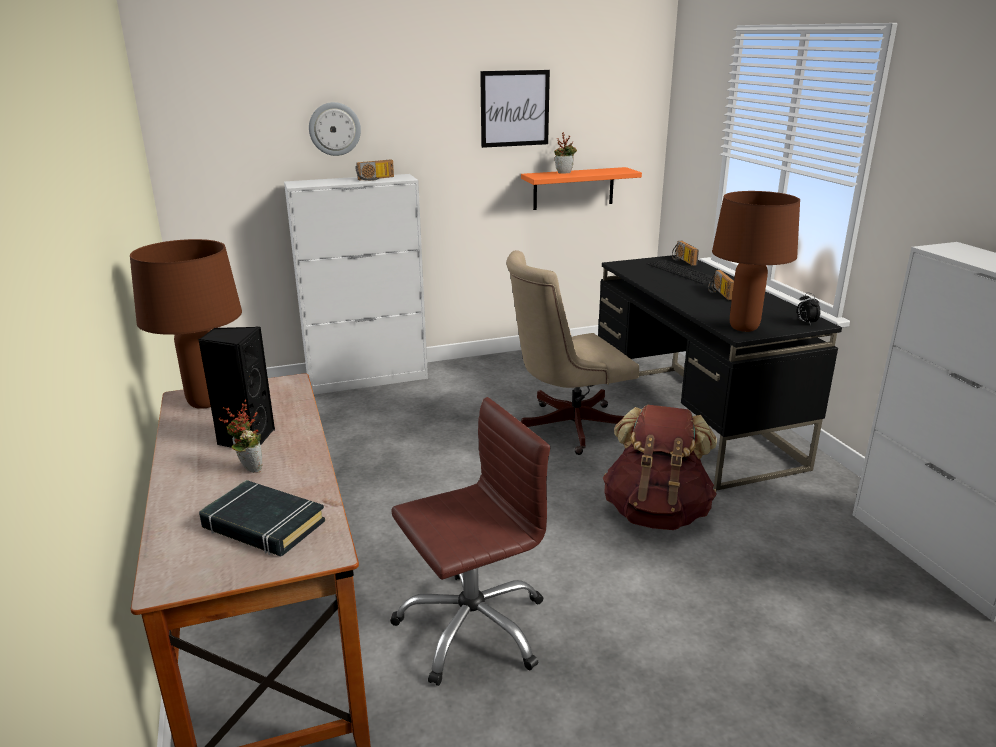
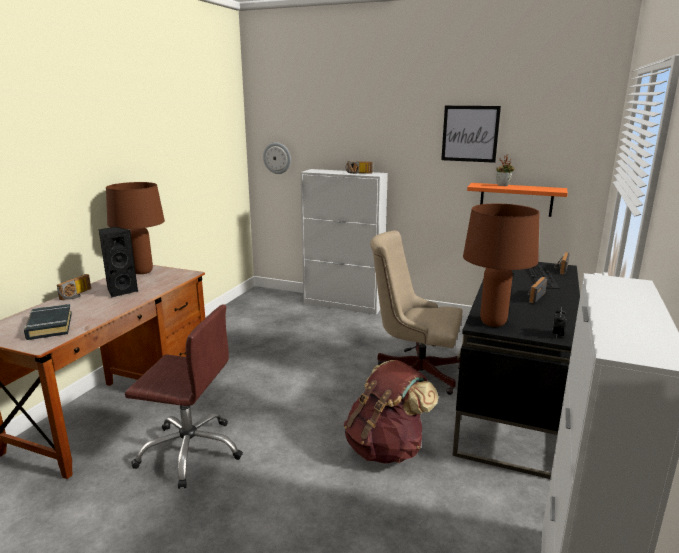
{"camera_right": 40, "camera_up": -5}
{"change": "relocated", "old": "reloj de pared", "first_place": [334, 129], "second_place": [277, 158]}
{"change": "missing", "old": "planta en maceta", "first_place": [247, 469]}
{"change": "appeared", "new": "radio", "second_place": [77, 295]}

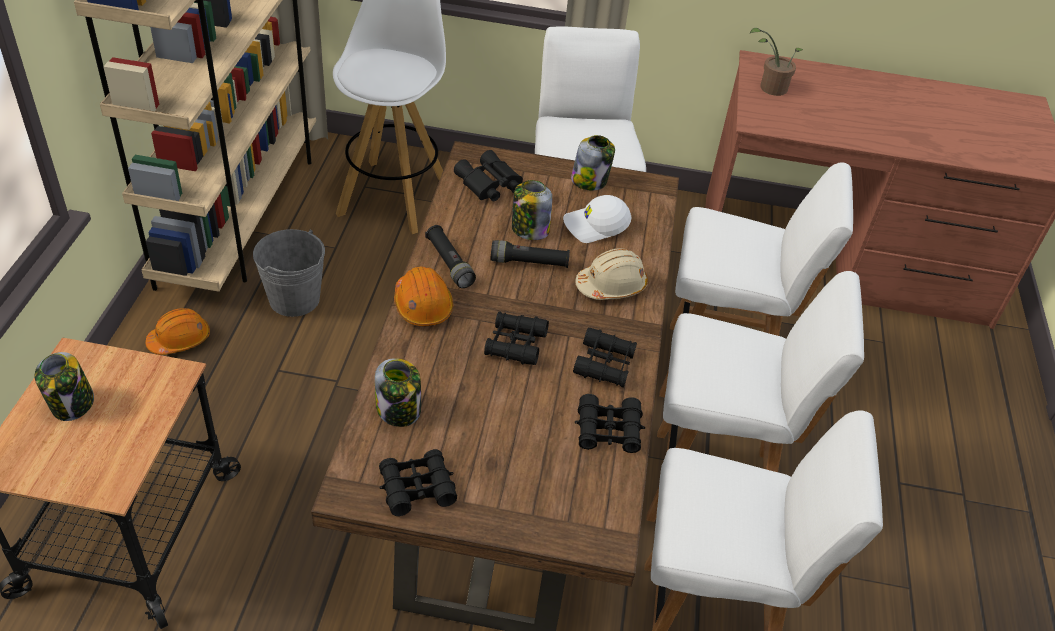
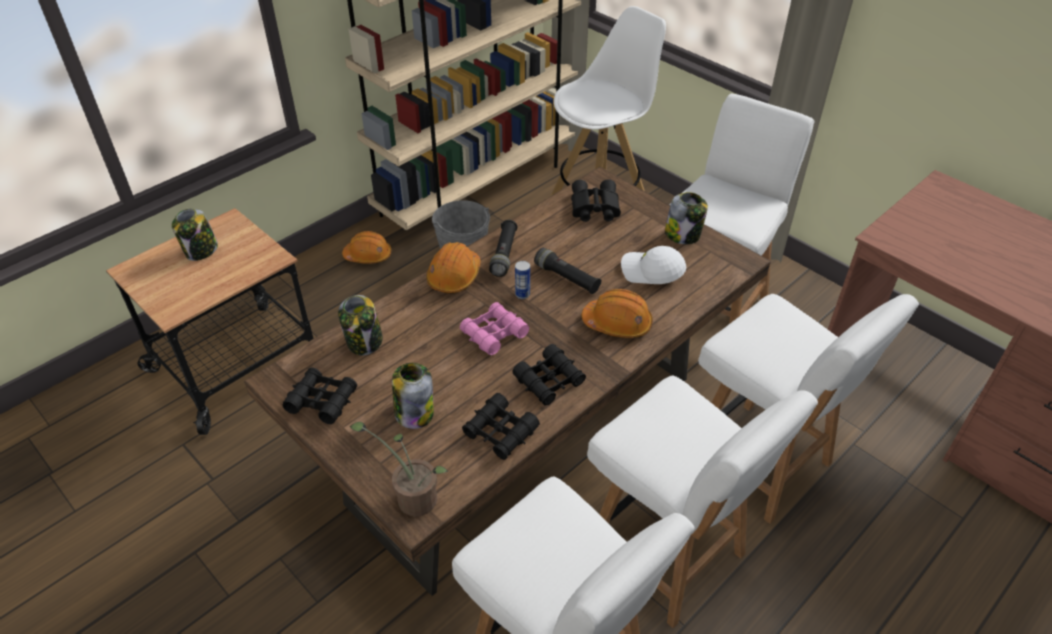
{"camera_right": 40, "camera_up": 0}
{"change": "relocated", "old": "planta en maceta", "first_place": [769, 87], "second_place": [412, 496]}
{"change": "relocated", "old": "tarro", "first_place": [529, 230], "second_place": [414, 412]}
{"change": "colour", "old": "casco [beis]", "new": "casco [naranja]", "first_place": [611, 286], "second_place": [617, 323]}
{"change": "colour", "old": "prismáticos [negro]", "new": "prismáticos [rosa]", "first_place": [515, 344], "second_place": [494, 334]}
{"change": "appeared", "new": "lata", "second_place": [522, 294]}

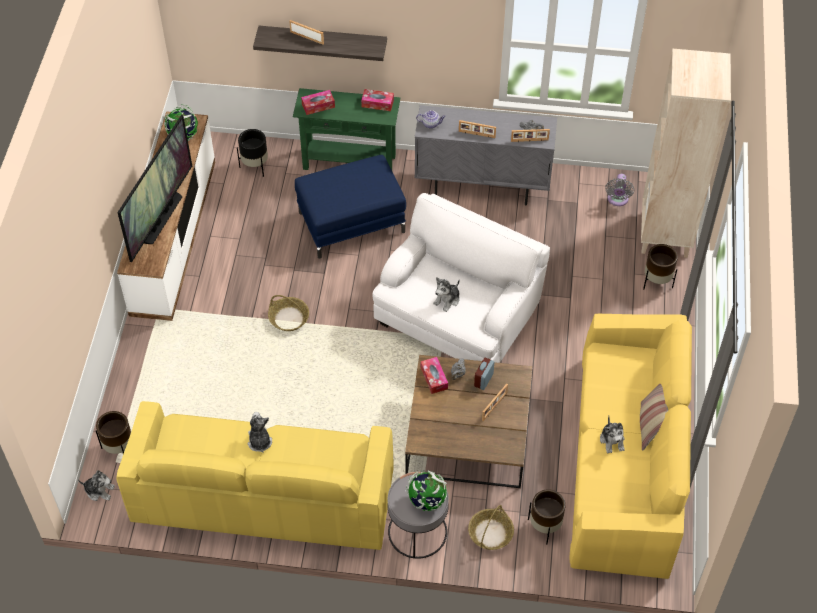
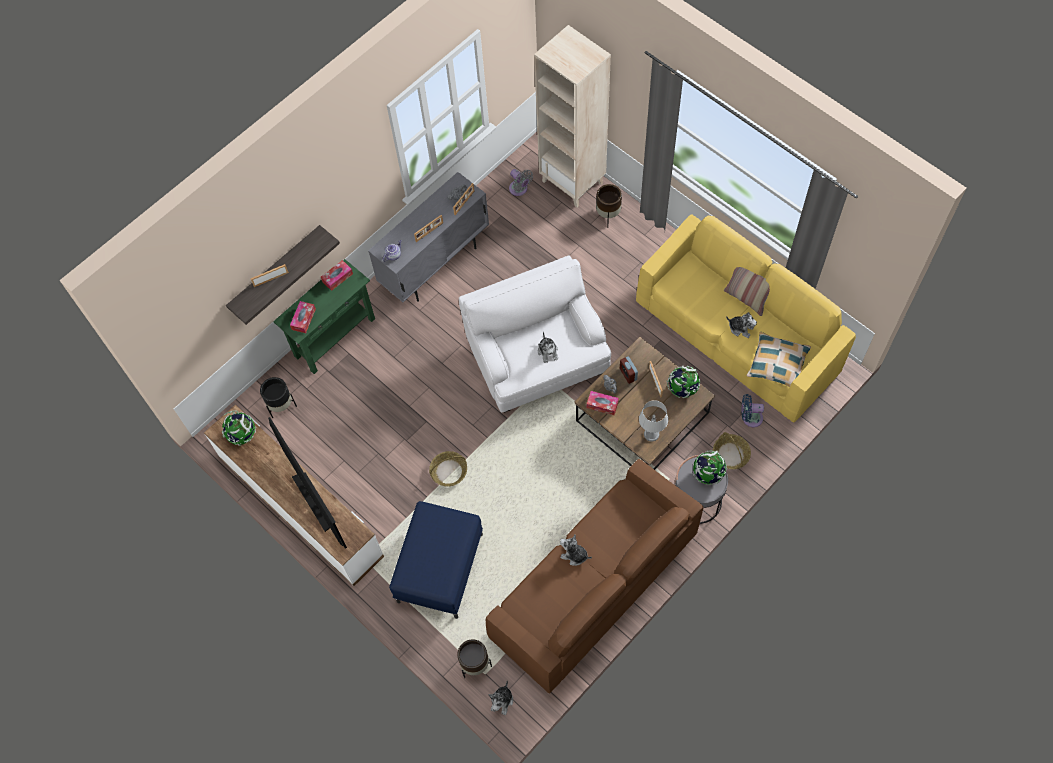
{"camera_right": -50, "camera_up": 10}
{"change": "relocated", "old": "puf [azul]", "first_place": [351, 223], "second_place": [440, 568]}
{"change": "colour", "old": "sofá [amarillo]", "new": "sofá [marrón]", "first_place": [263, 496], "second_place": [593, 585]}
{"change": "spun", "old": "peluche", "first_place": [99, 490], "second_place": [502, 701], "degrees": 150}
{"change": "exchanged", "old": "maceta [marrón]", "new": "ventilador [azul]", "first_place": [544, 527], "second_place": [750, 418]}
{"change": "appeared", "new": "cojín", "second_place": [777, 364]}
{"change": "appeared", "new": "globo terráqueo", "second_place": [682, 389]}
{"change": "appeared", "new": "lámpara de mesa [gris]", "second_place": [651, 434]}

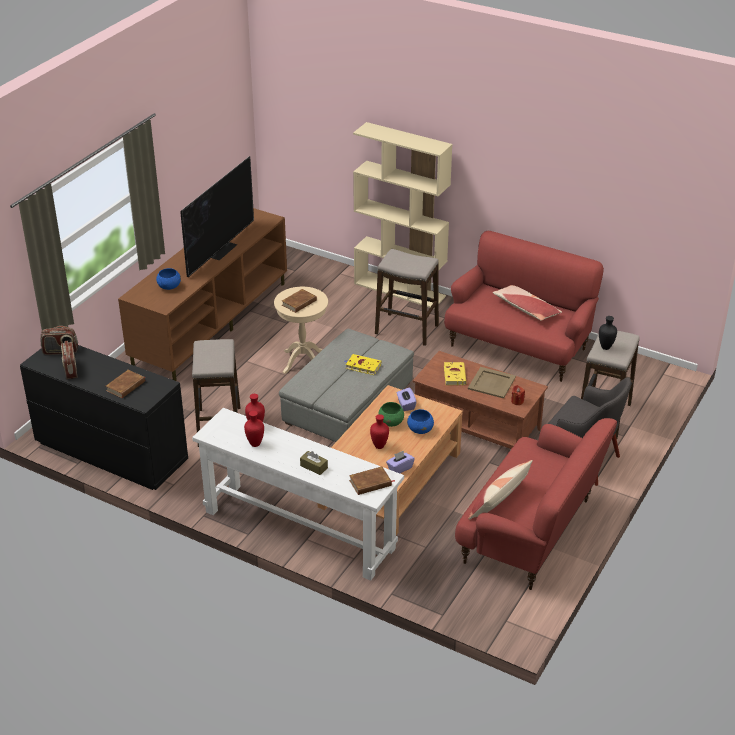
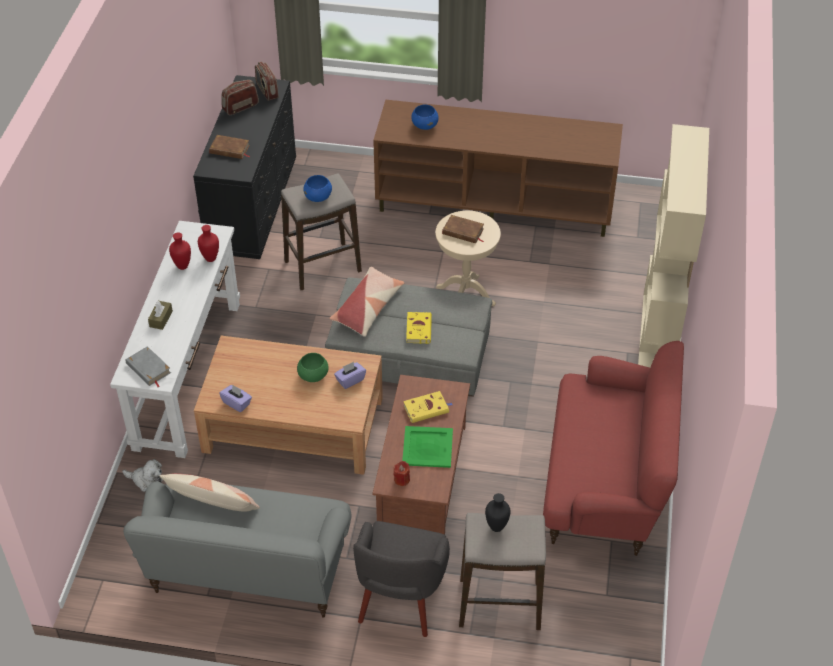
{"camera_right": 70, "camera_up": 10}
{"change": "missing", "old": "televisor", "first_place": [221, 249]}
{"change": "missing", "old": "taburete", "first_place": [406, 329]}
{"change": "relocated", "old": "cojín", "first_place": [525, 309], "second_place": [368, 307]}
{"change": "colour", "old": "bandeja [beis]", "new": "bandeja [verde]", "first_place": [491, 383], "second_place": [427, 447]}
{"change": "relocated", "old": "cuenco [azul]", "first_place": [420, 430], "second_place": [318, 197]}
{"change": "missing", "old": "florero [rojo]", "first_place": [379, 446]}
{"change": "colour", "old": "sofá [rojo]", "new": "sofá [gris]", "first_place": [530, 533], "second_place": [249, 572]}
{"change": "colour", "old": "libro [marrón]", "new": "libro [gris]", "first_place": [370, 483], "second_place": [148, 369]}
{"change": "appeared", "new": "peluche", "second_place": [146, 480]}

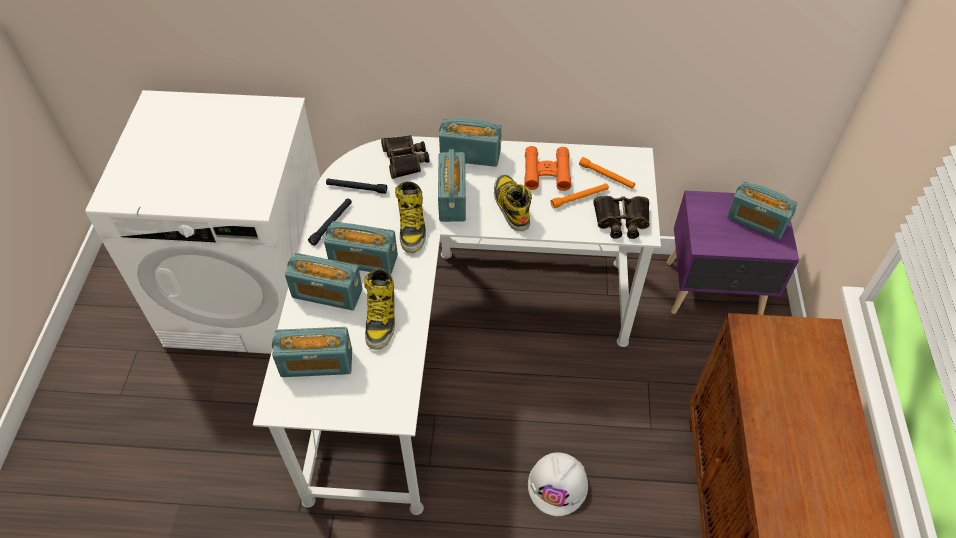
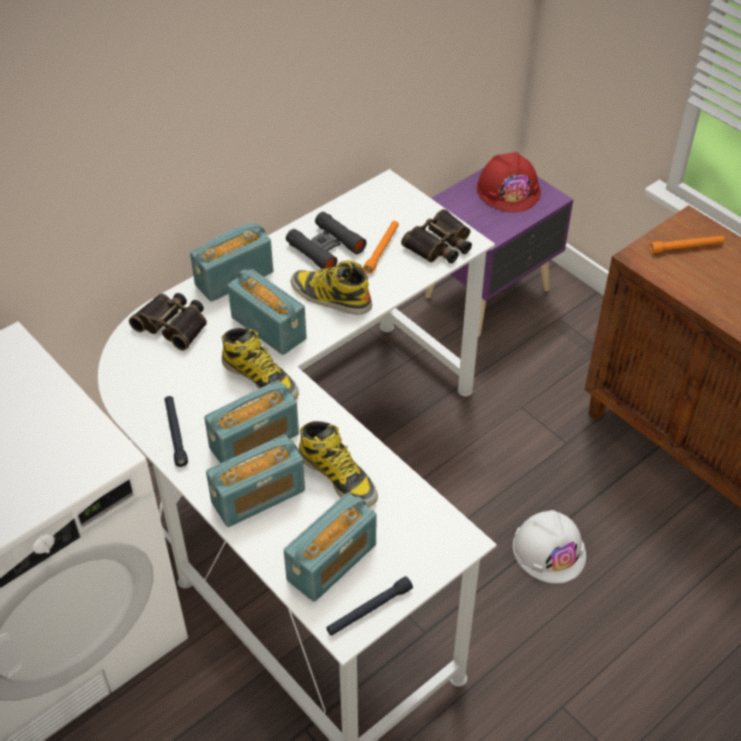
{"camera_right": -45, "camera_up": -5}
{"change": "colour", "old": "prismáticos [naranja]", "new": "prismáticos [negro]", "first_place": [546, 172], "second_place": [325, 247]}
{"change": "relocated", "old": "linterna [naranja]", "first_place": [606, 176], "second_place": [686, 247]}
{"change": "relocated", "old": "linterna [negro]", "first_place": [356, 188], "second_place": [369, 610]}
{"change": "exchanged", "old": "radio", "new": "casco [rojo]", "first_place": [756, 221], "second_place": [508, 190]}

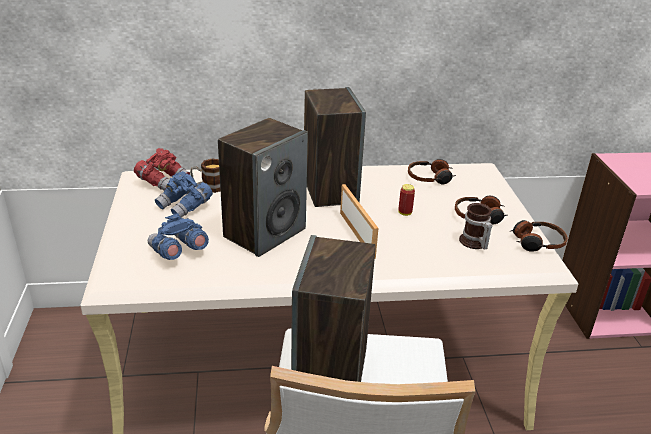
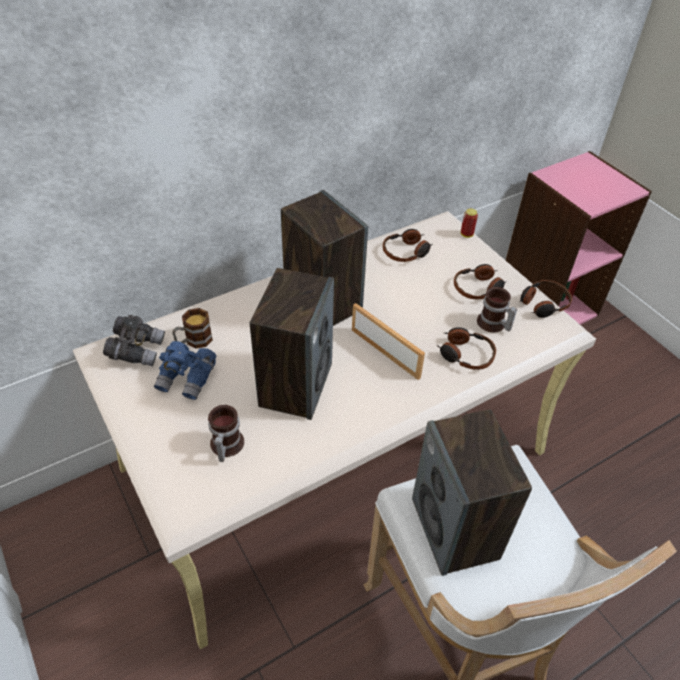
{"camera_right": -25, "camera_up": 15}
{"change": "colour", "old": "prismáticos [rojo]", "new": "prismáticos [gris]", "first_place": [163, 181], "second_place": [137, 350]}
{"change": "relocated", "old": "lata", "first_place": [405, 213], "second_place": [466, 234]}
{"change": "exchanged", "old": "prismáticos [azul]", "new": "taza grande", "first_place": [178, 252], "second_place": [225, 446]}
{"change": "appeared", "new": "auriculares", "second_place": [465, 354]}

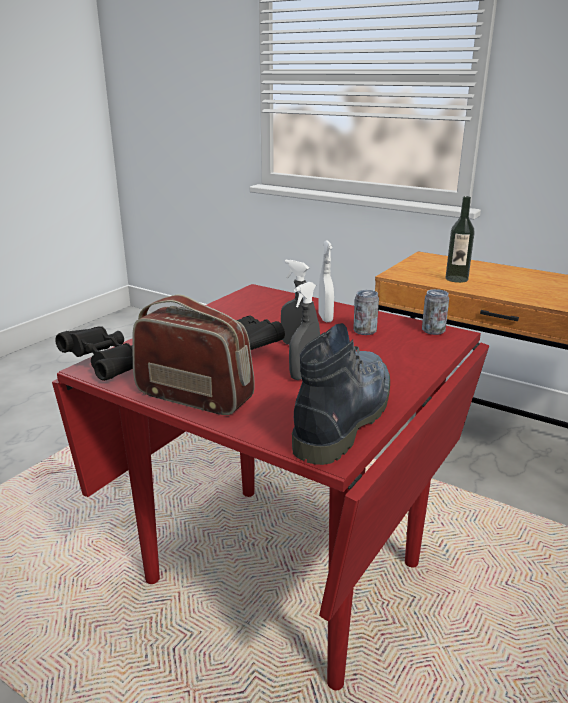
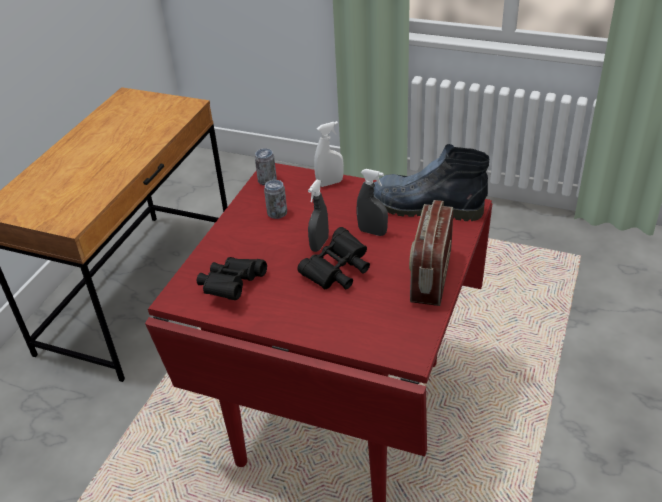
{"camera_right": -100, "camera_up": 15}
{"change": "missing", "old": "botella", "first_place": [456, 279]}
{"change": "relocated", "old": "pulverizador [blanco]", "first_place": [325, 318], "second_place": [330, 183]}
{"change": "relocated", "old": "prismáticos [negro]", "first_place": [106, 365], "second_place": [232, 287]}

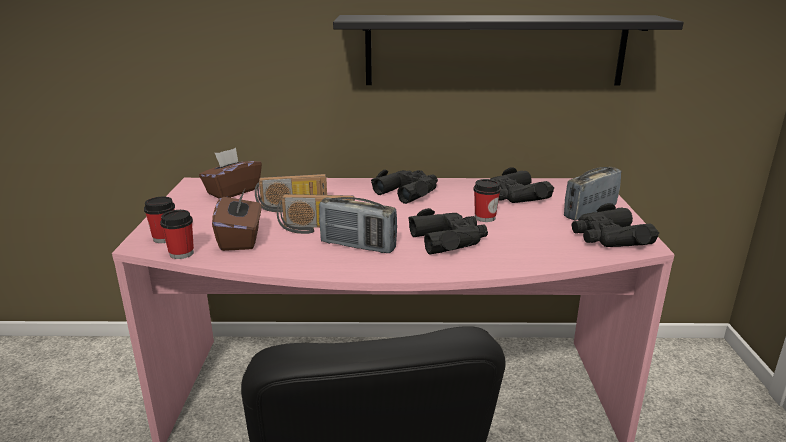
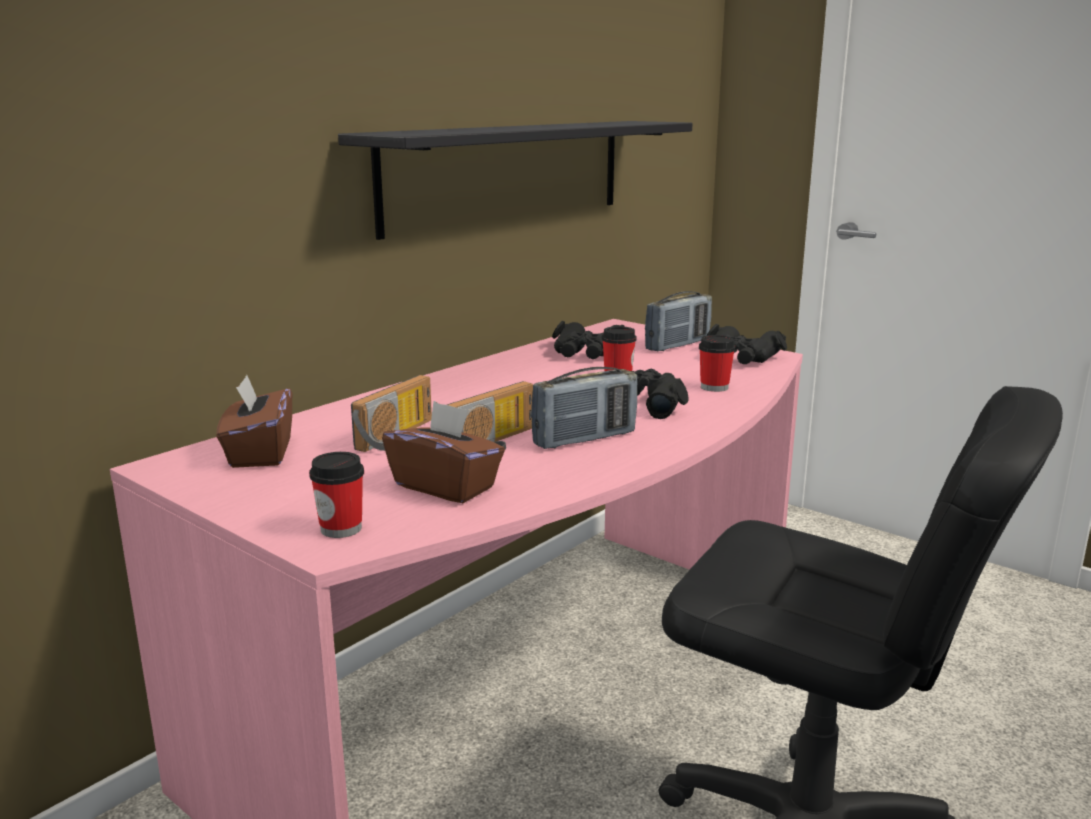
{"camera_right": -50, "camera_up": -5}
{"change": "spun", "old": "radio", "first_place": [590, 212], "second_place": [677, 345], "degrees": -135}
{"change": "missing", "old": "prismáticos [negro]", "first_place": [408, 192]}
{"change": "relocated", "old": "taza", "first_place": [181, 253], "second_place": [714, 387]}

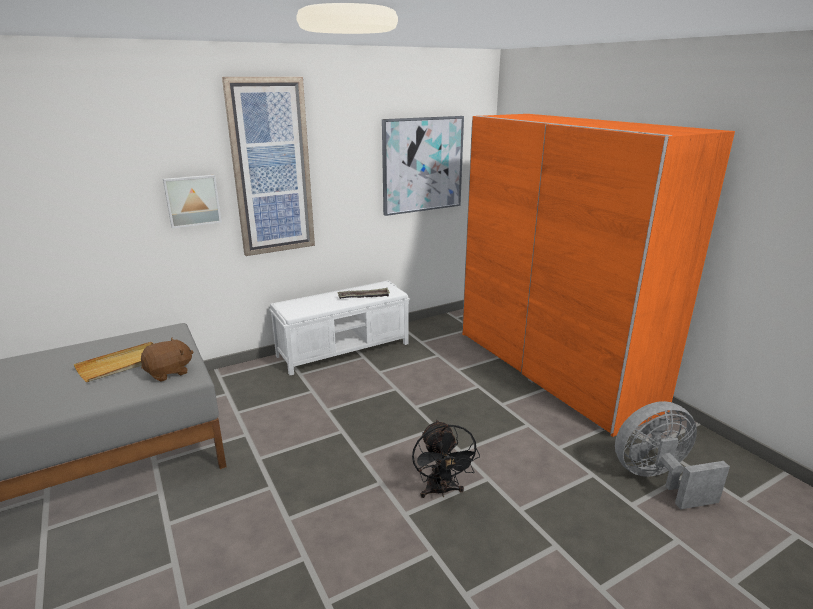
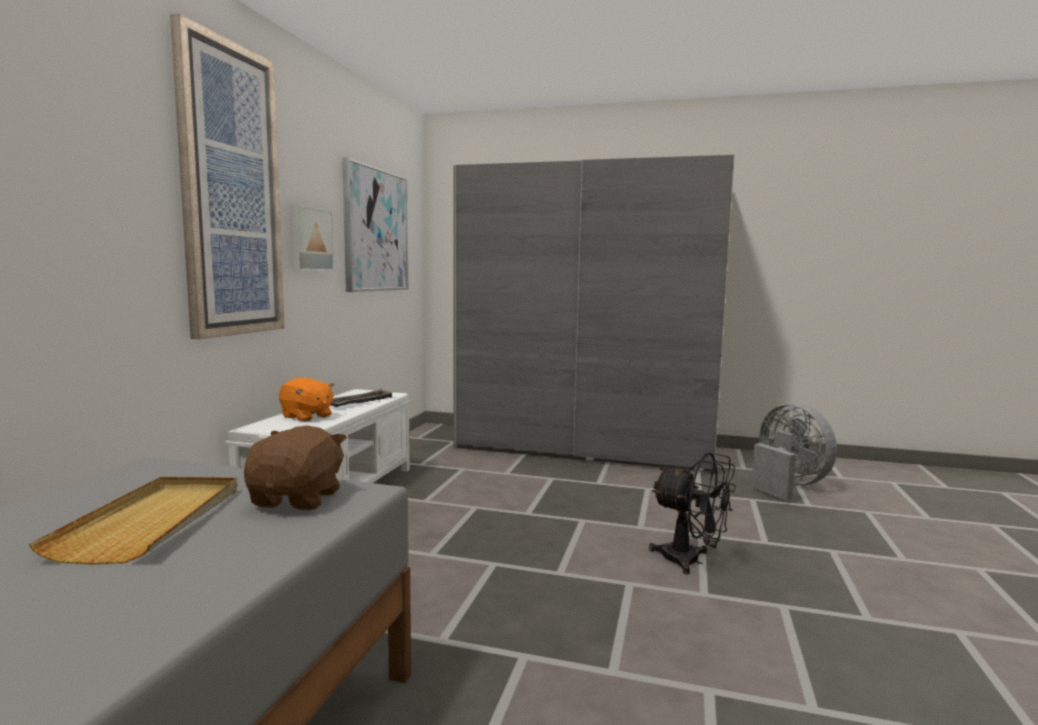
{"camera_right": -45, "camera_up": -15}
{"change": "colour", "old": "armario ropero [naranja]", "new": "armario ropero [gris]", "first_place": [552, 368], "second_place": [584, 448]}
{"change": "relocated", "old": "cuadro", "first_place": [192, 200], "second_place": [309, 239]}
{"change": "spun", "old": "ventilador [gris]", "first_place": [657, 479], "second_place": [787, 485], "degrees": 120}
{"change": "appeared", "new": "peluche [naranja]", "second_place": [306, 416]}

